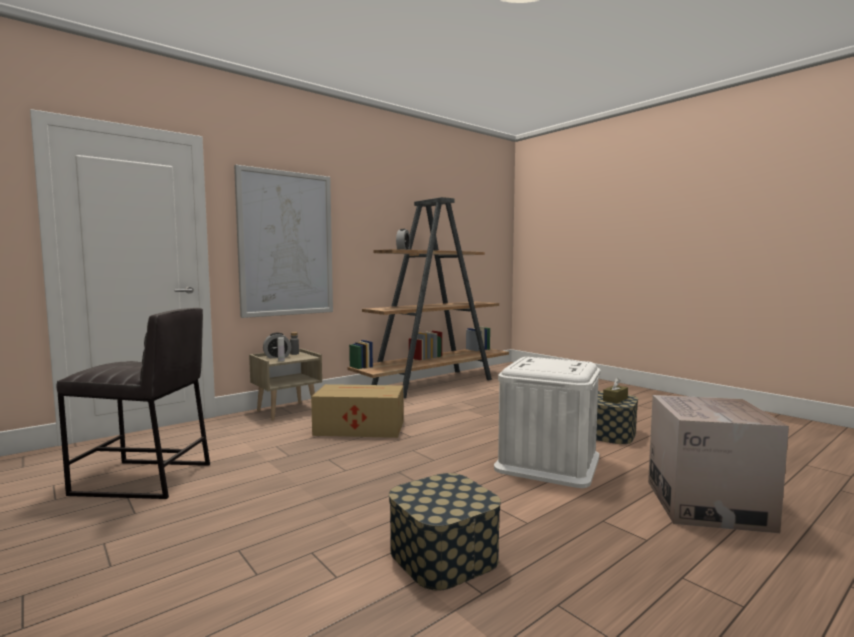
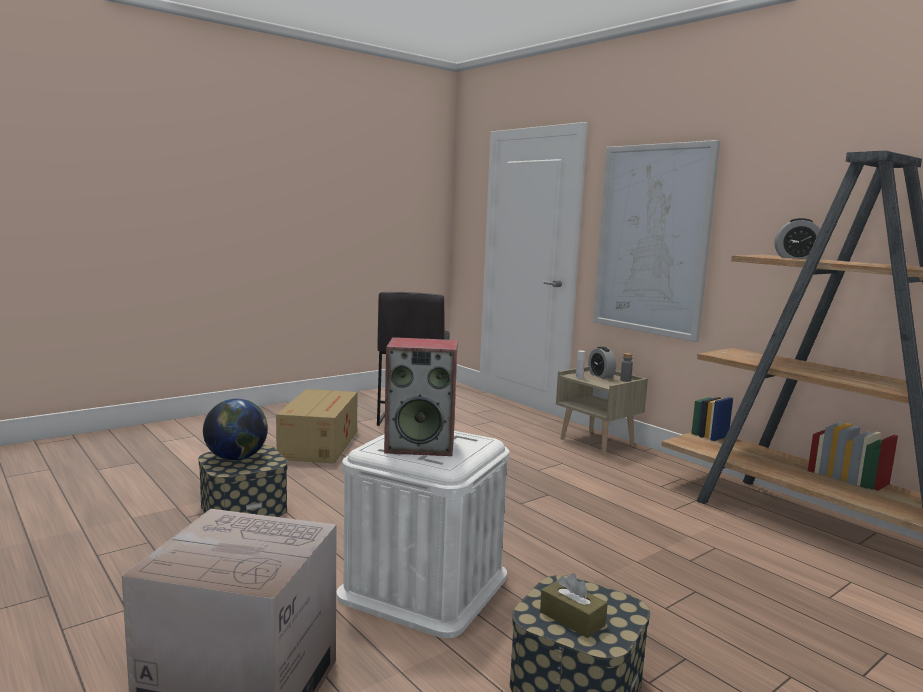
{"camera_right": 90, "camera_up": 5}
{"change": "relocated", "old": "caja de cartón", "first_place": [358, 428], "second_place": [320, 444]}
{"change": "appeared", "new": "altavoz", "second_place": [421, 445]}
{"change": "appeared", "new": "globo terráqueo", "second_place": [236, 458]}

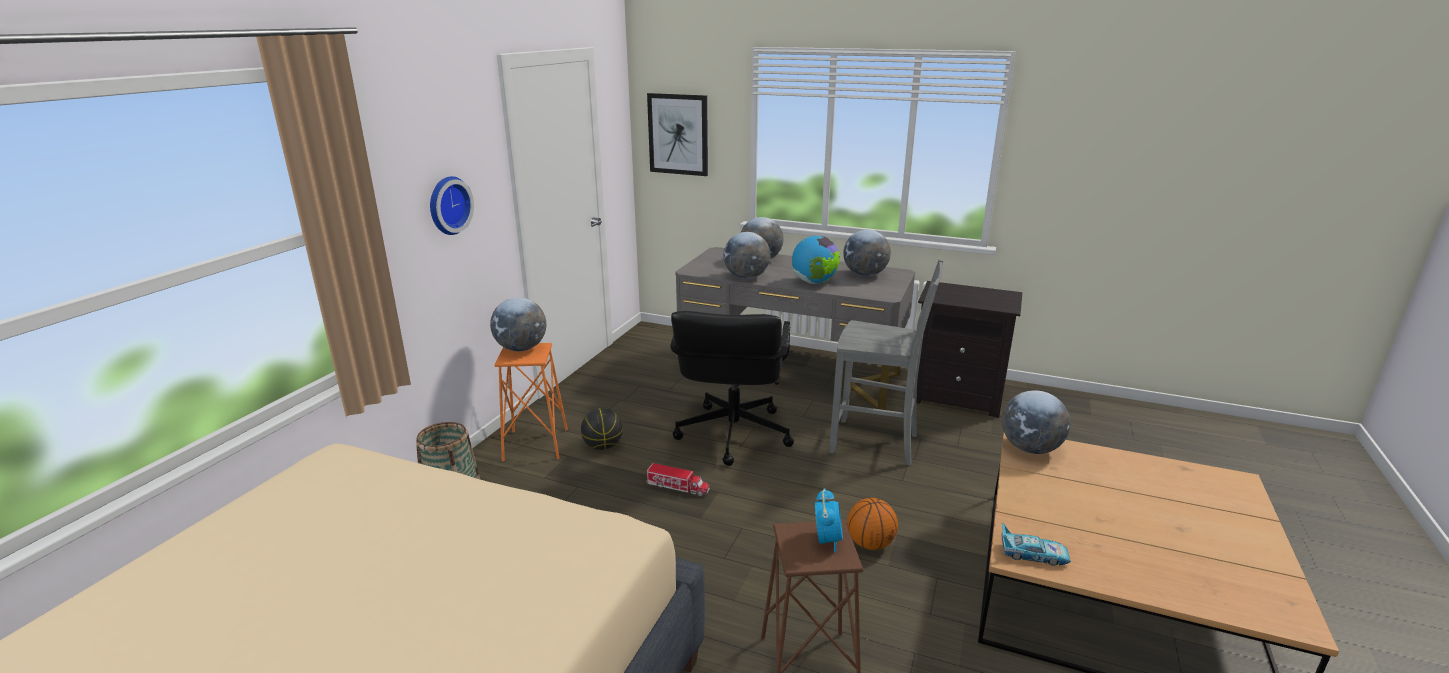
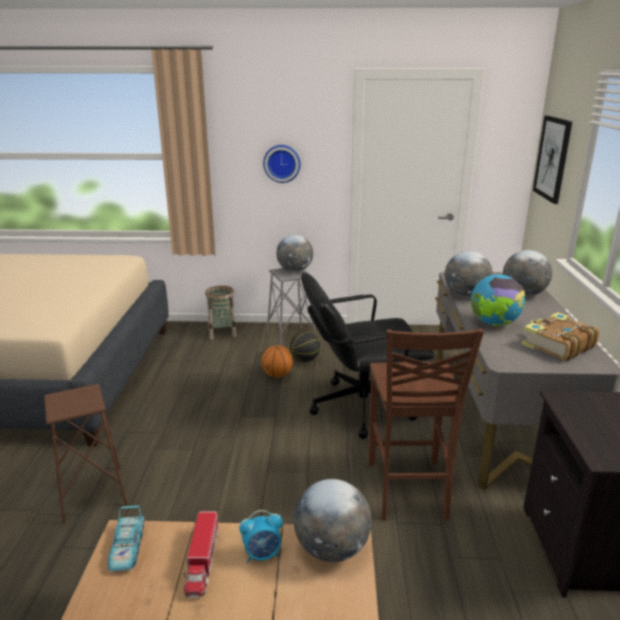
{"camera_right": 70, "camera_up": 0}
{"change": "exchanged", "old": "globo terráqueo", "new": "libro", "first_place": [865, 275], "second_place": [557, 345]}
{"change": "colour", "old": "silla [gris]", "new": "silla [marrón]", "first_place": [876, 443], "second_place": [407, 491]}
{"change": "colour", "old": "taburete [naranja]", "new": "taburete [gris]", "first_place": [535, 445], "second_place": [291, 338]}
{"change": "relocated", "old": "camión de juguete", "first_place": [677, 487], "second_place": [202, 561]}
{"change": "relocated", "old": "despertador", "first_place": [827, 540], "second_place": [262, 554]}
{"change": "relocated", "old": "balón de baloncesto", "first_place": [870, 543], "second_place": [277, 375]}

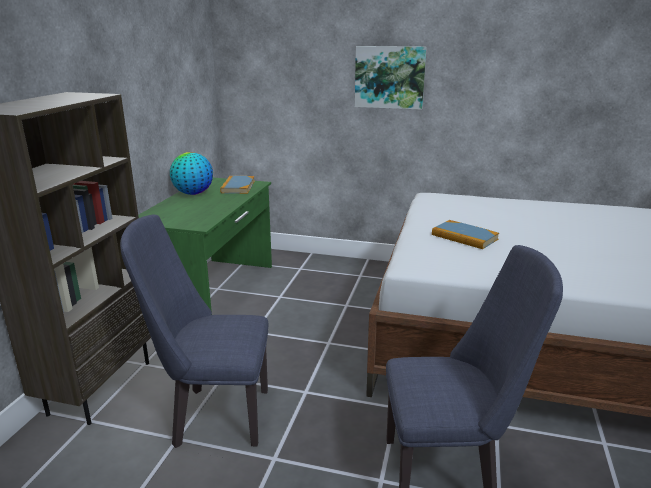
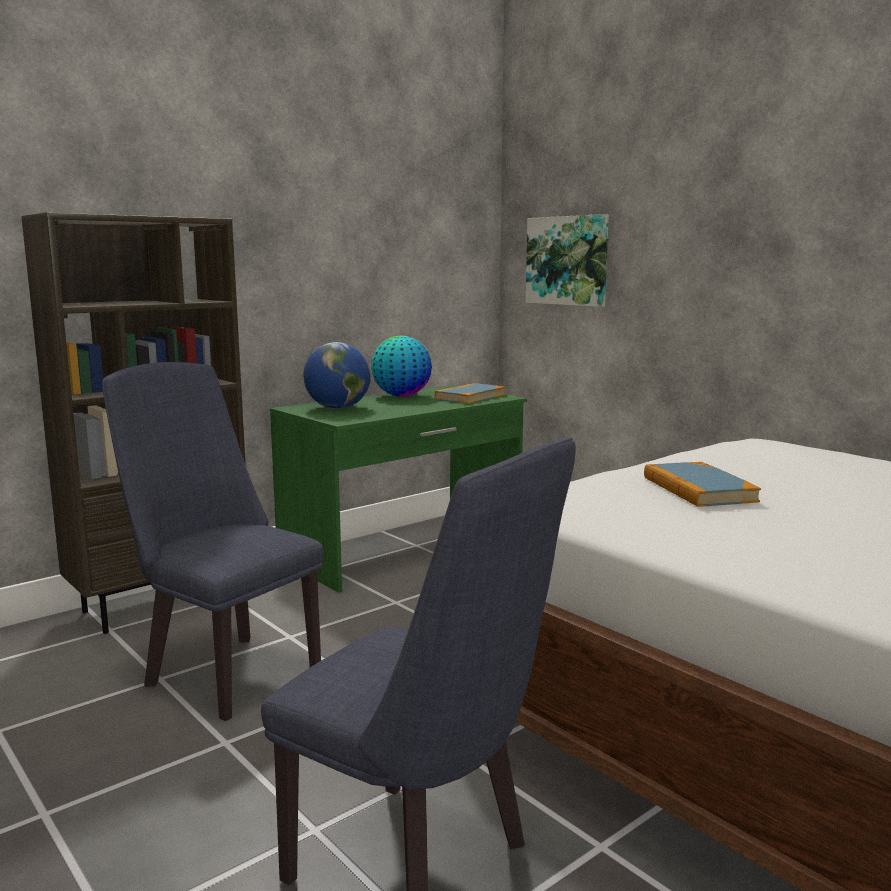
{"camera_right": 35, "camera_up": -10}
{"change": "relocated", "old": "cuadro", "first_place": [389, 77], "second_place": [567, 260]}
{"change": "appeared", "new": "globo terráqueo", "second_place": [338, 408]}

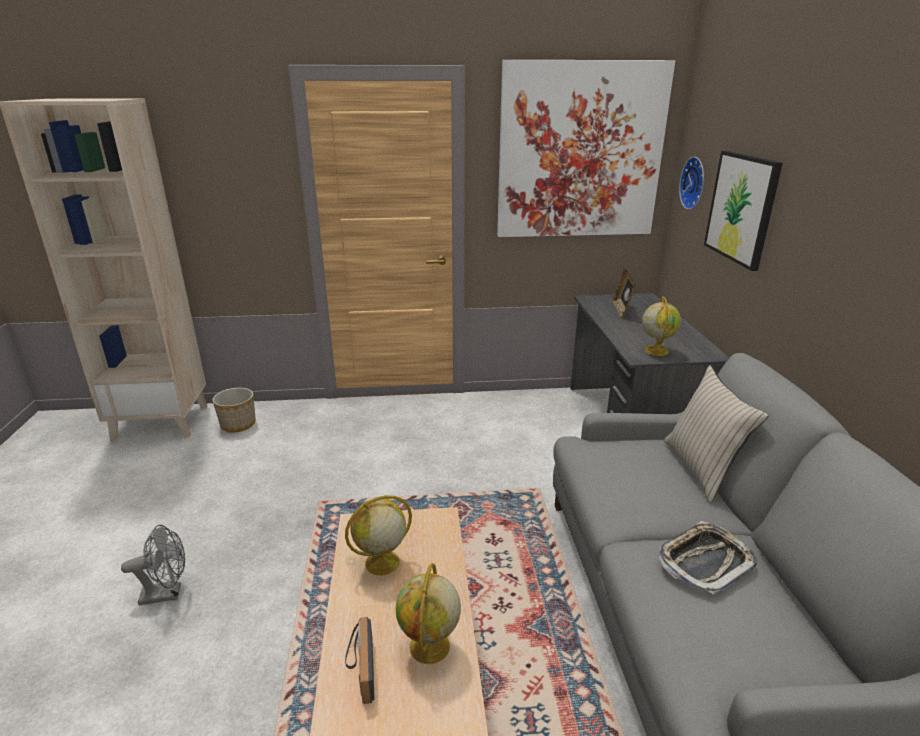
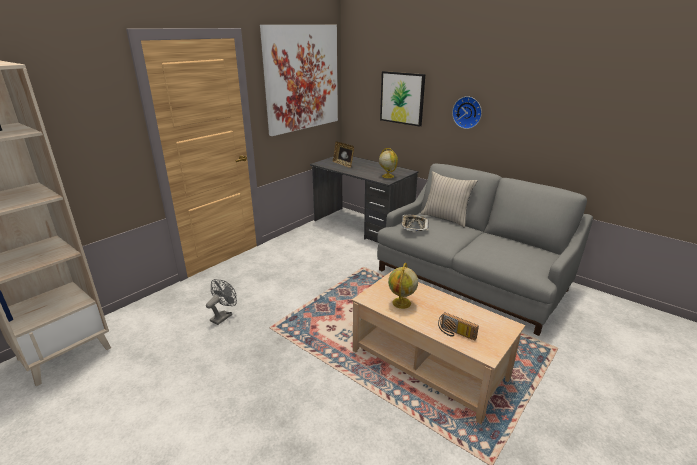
{"camera_right": -45, "camera_up": 0}
{"change": "relocated", "old": "reloj de pared", "first_place": [695, 183], "second_place": [467, 112]}
{"change": "missing", "old": "maceta", "first_place": [238, 424]}
{"change": "relocated", "old": "bandeja", "first_place": [705, 561], "second_place": [414, 225]}
{"change": "relocated", "old": "ventilador [gris]", "first_place": [167, 593], "second_place": [223, 316]}
{"change": "missing", "old": "globo terráqueo", "first_place": [429, 647]}

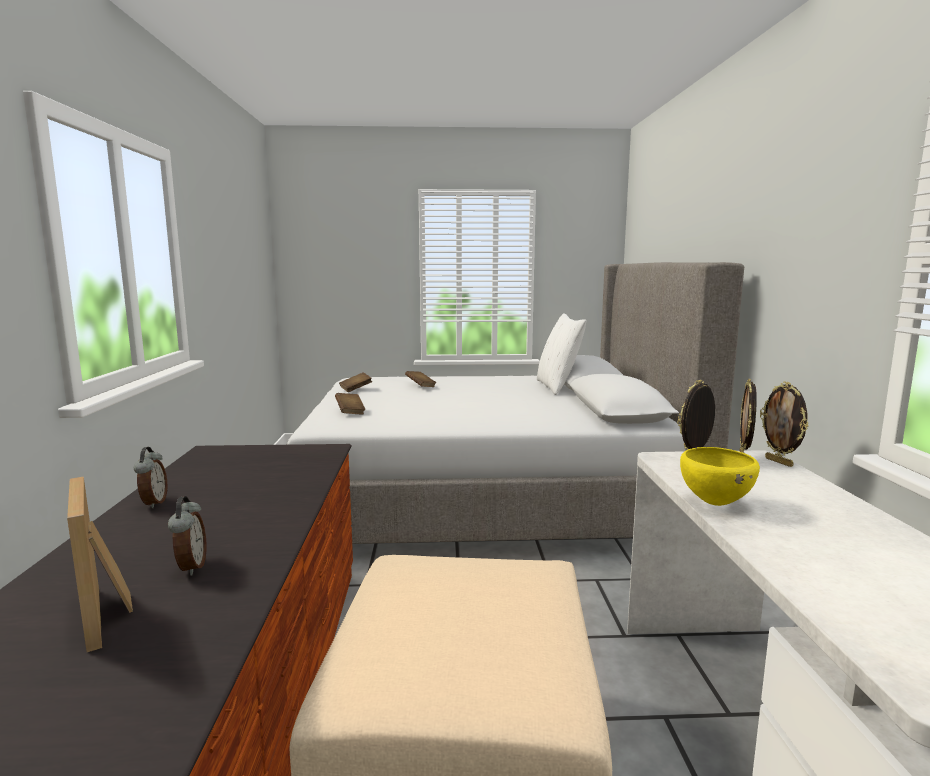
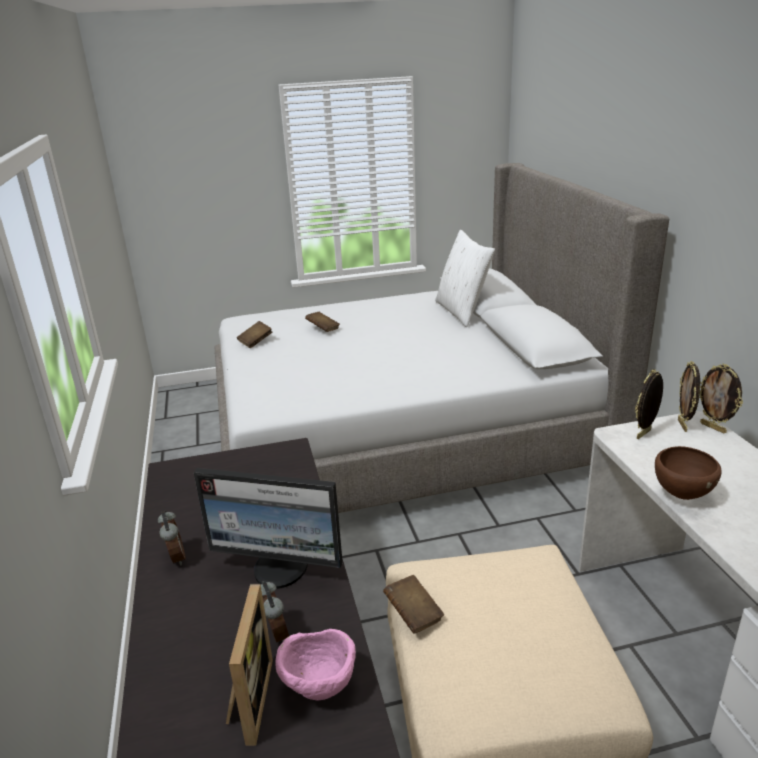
{"camera_right": -10, "camera_up": 15}
{"change": "relocated", "old": "libro [marrón]", "first_place": [350, 412], "second_place": [413, 614]}
{"change": "colour", "old": "cuenco [amarillo]", "new": "cuenco [marrón]", "first_place": [714, 503], "second_place": [681, 495]}
{"change": "spun", "old": "portarretratos", "first_place": [109, 614], "second_place": [248, 700], "degrees": -135}
{"change": "appeared", "new": "monitor", "second_place": [281, 569]}
{"change": "appeared", "new": "cuenco [rosa]", "second_place": [319, 687]}

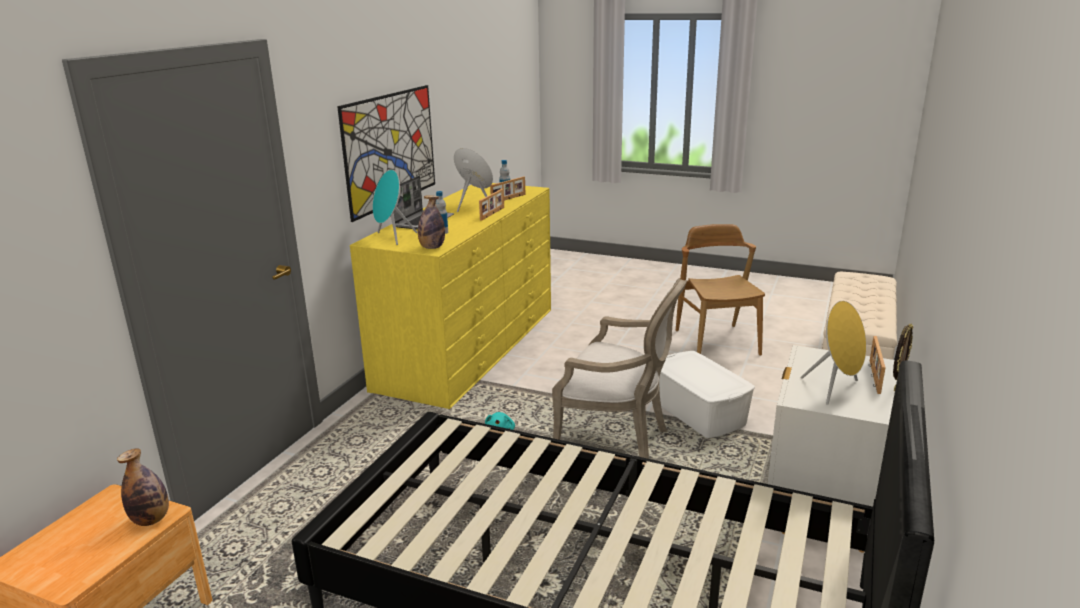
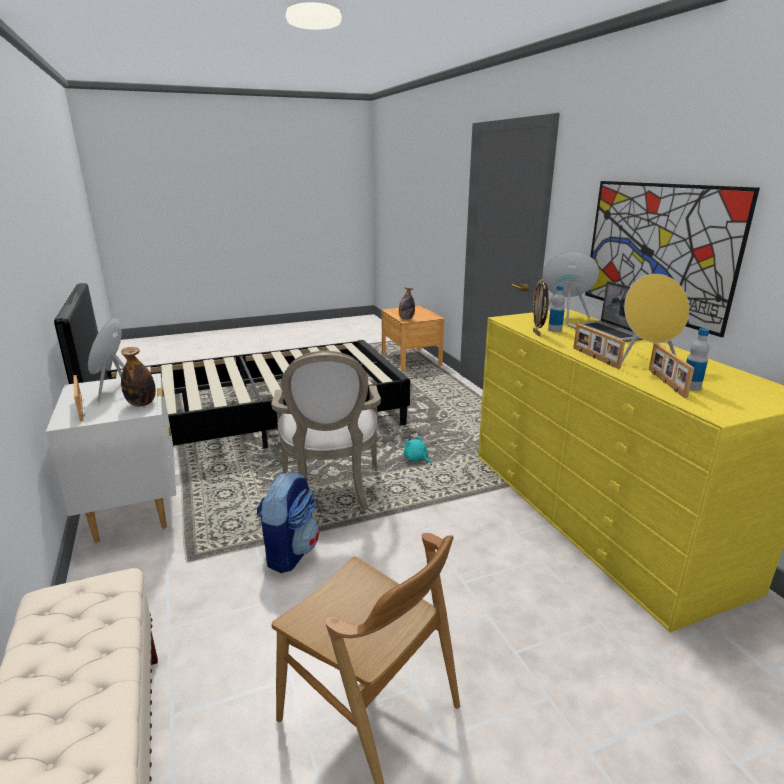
{"camera_right": 135, "camera_up": 0}
{"change": "relocated", "old": "botella", "first_place": [432, 247], "second_place": [142, 404]}
{"change": "spun", "old": "sillón", "first_place": [617, 441], "second_place": [330, 491], "degrees": -75}
{"change": "relocated", "old": "portarretratos", "first_place": [896, 386], "second_place": [537, 333]}
{"change": "exchanged", "old": "caja de almacenaje [blanco]", "new": "mochila", "first_place": [697, 412], "second_place": [290, 552]}

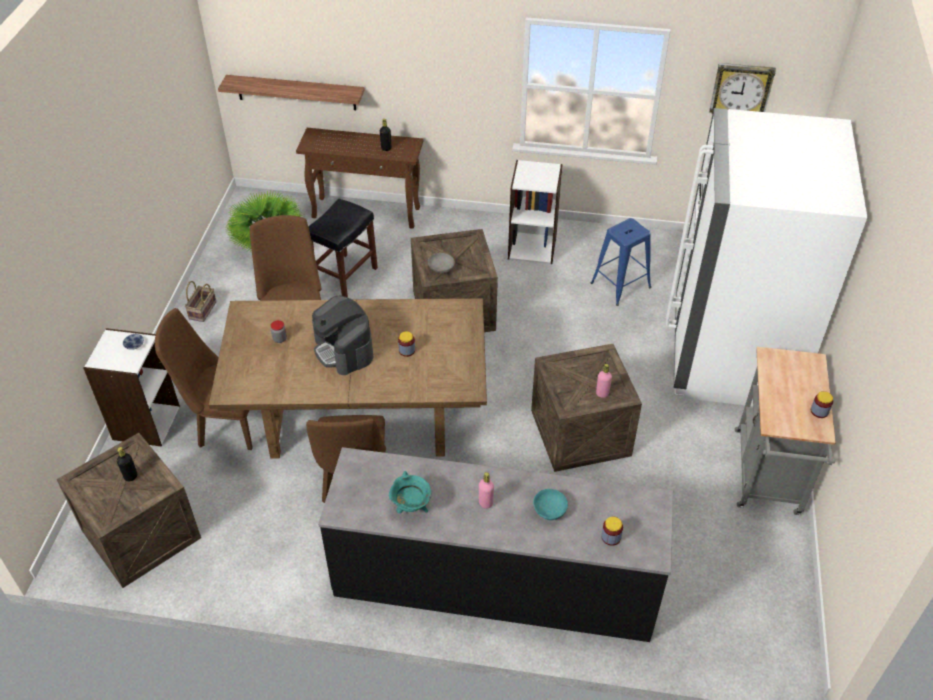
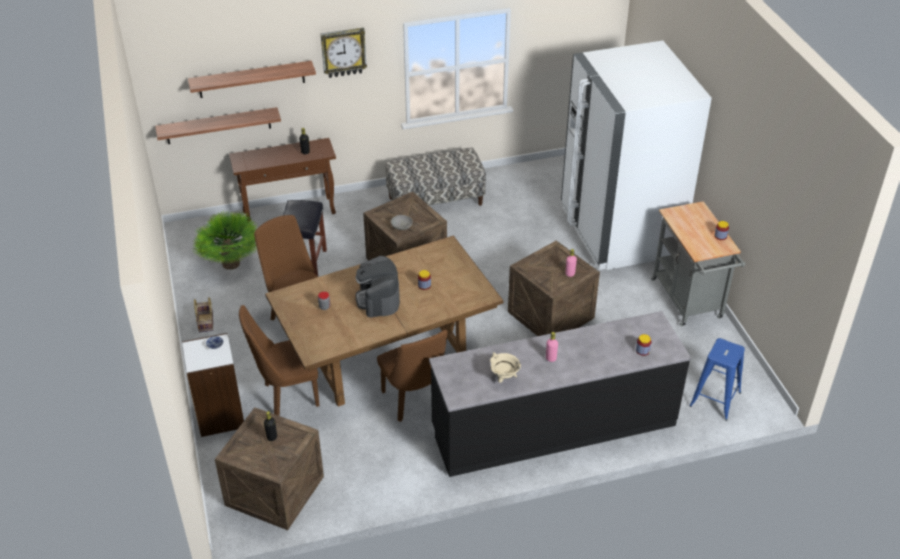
{"camera_right": -25, "camera_up": -5}
{"change": "relocated", "old": "reloj de pared", "first_place": [740, 92], "second_place": [343, 52]}
{"change": "exchanged", "old": "estantería [blanco]", "new": "banco", "first_place": [532, 247], "second_place": [435, 201]}
{"change": "relocated", "old": "taburete [azul]", "first_place": [620, 285], "second_place": [715, 399]}
{"change": "spun", "old": "cafetera", "first_place": [344, 350], "second_place": [378, 299], "degrees": 45}
{"change": "colour", "old": "olla [turquesa]", "new": "olla [beis]", "first_place": [411, 507], "second_place": [504, 378]}
{"change": "missing", "old": "cuenco [turquesa]", "first_place": [550, 510]}
{"change": "appeared", "new": "estante", "second_place": [251, 79]}

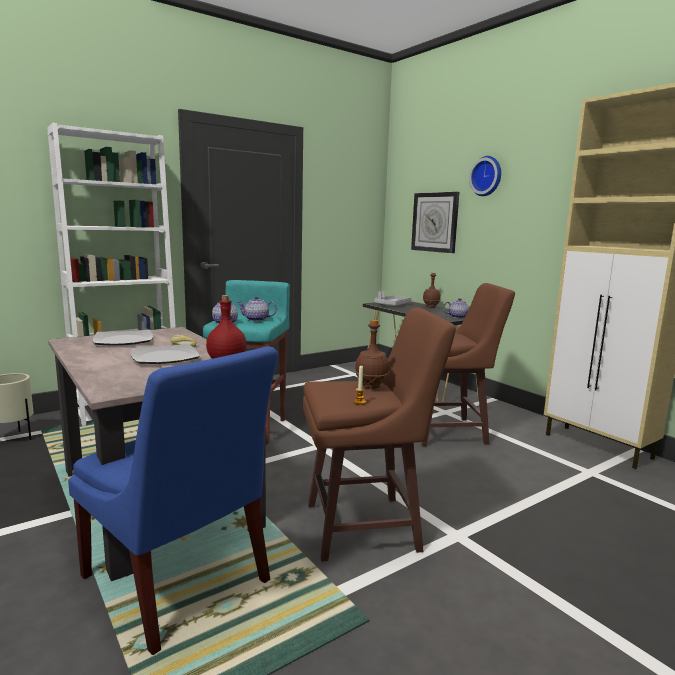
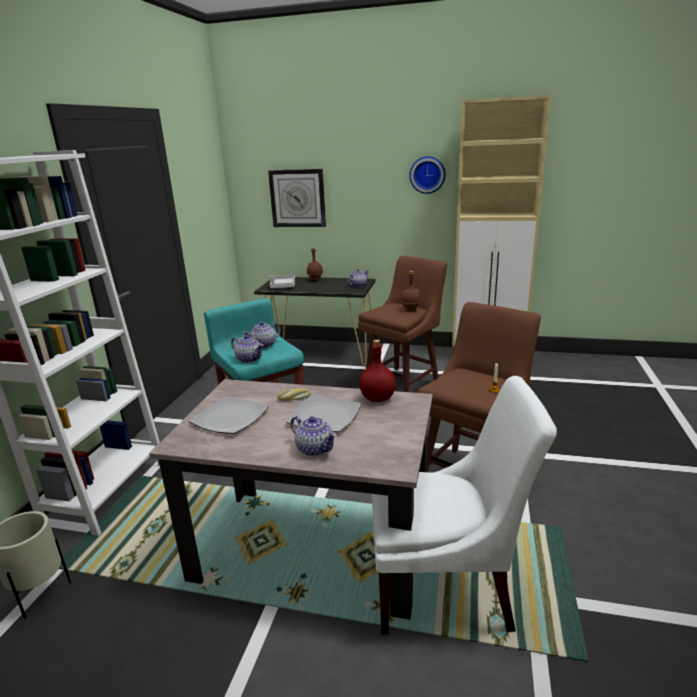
{"camera_right": -40, "camera_up": 10}
{"change": "relocated", "old": "reloj de pared", "first_place": [487, 176], "second_place": [427, 174]}
{"change": "relocated", "old": "botella [marrón]", "first_place": [371, 387], "second_place": [410, 310]}
{"change": "colour", "old": "silla [azul]", "new": "silla [blanco]", "first_place": [178, 584], "second_place": [447, 586]}
{"change": "appeared", "new": "tetera", "second_place": [314, 448]}

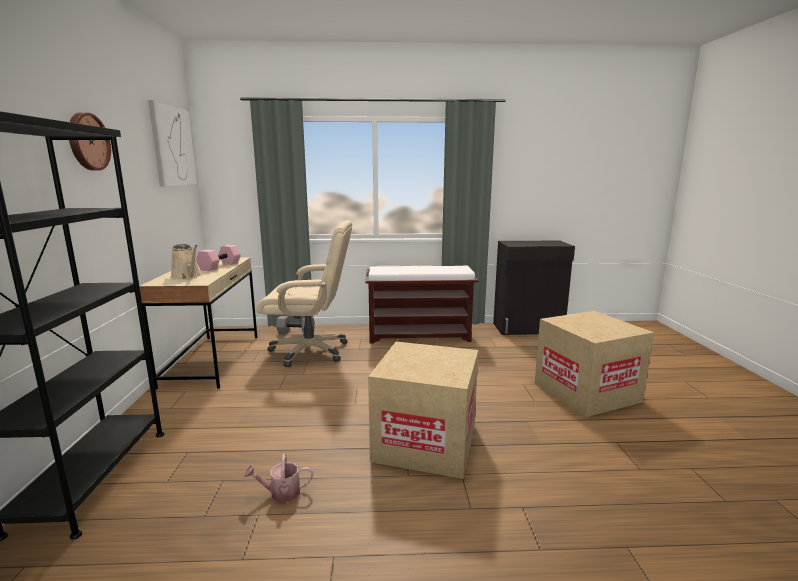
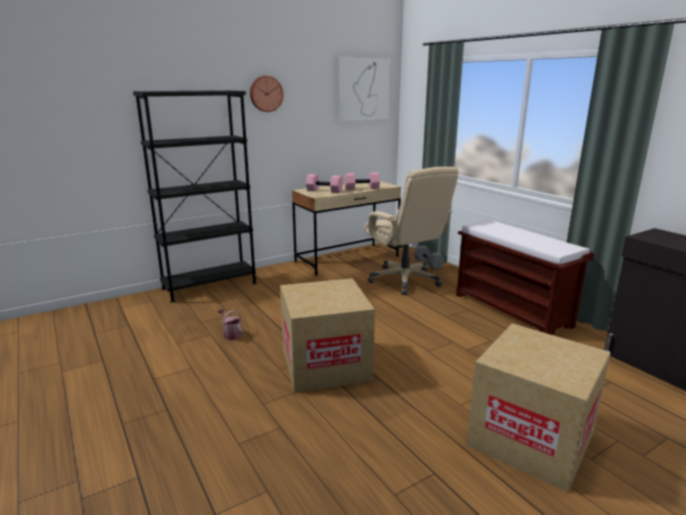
{"camera_right": 60, "camera_up": 5}
{"change": "exchanged", "old": "regadera [beis]", "new": "mancuerna [rosa]", "first_place": [187, 277], "second_place": [325, 190]}

